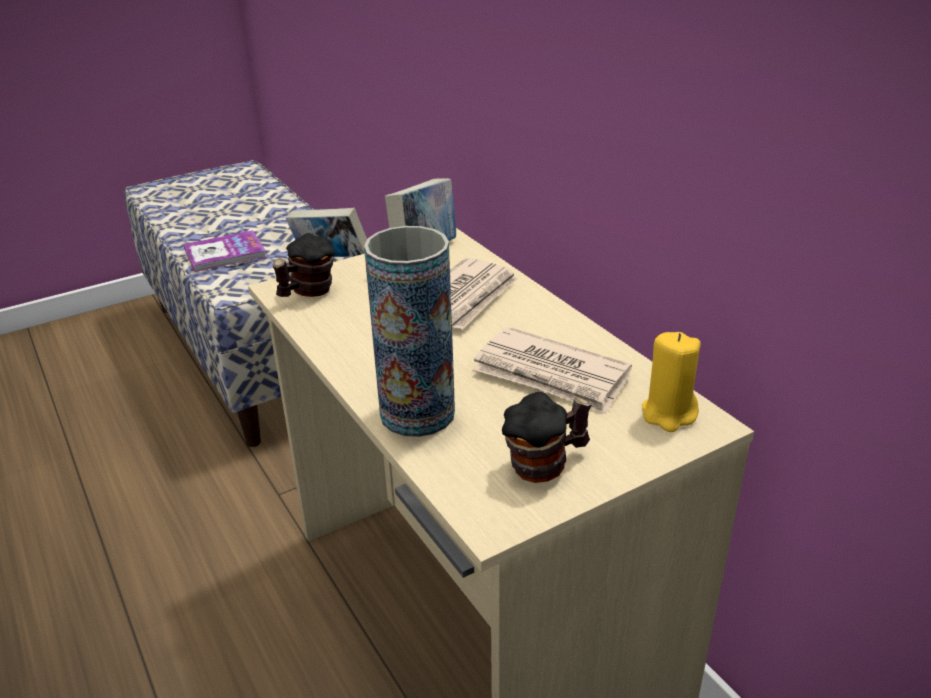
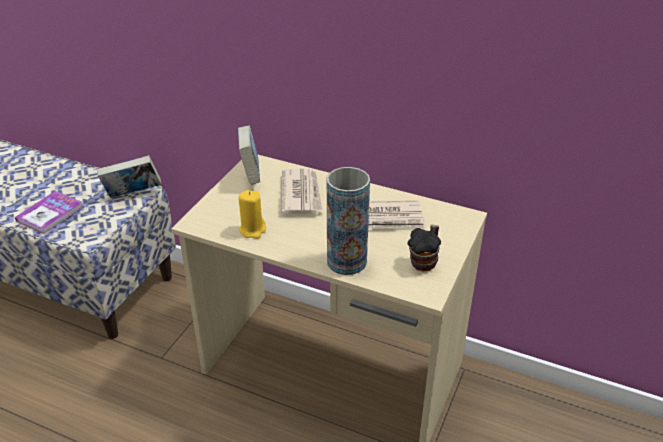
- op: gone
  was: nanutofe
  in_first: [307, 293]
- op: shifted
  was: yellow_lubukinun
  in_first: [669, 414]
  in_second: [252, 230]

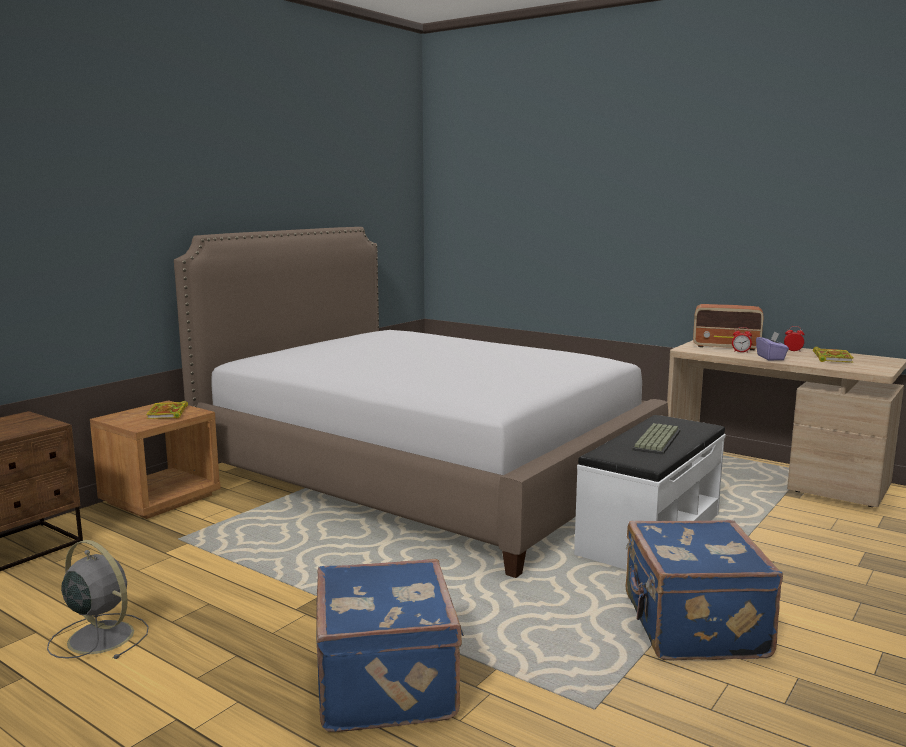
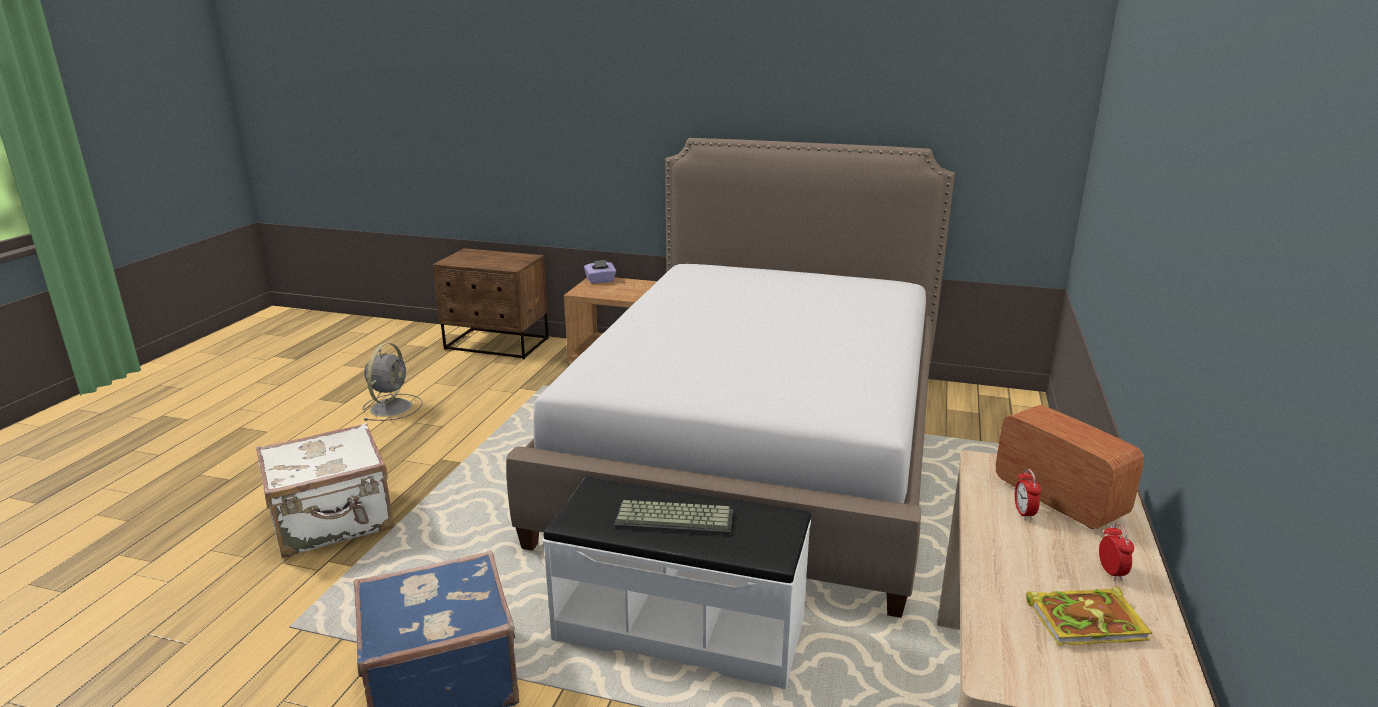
- op: gone
  was: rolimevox
  in_first: [167, 413]
- op: repainted
  was: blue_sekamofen
  now: white_sekamofen
  in_first: [389, 683]
  in_second: [333, 522]
- op: rotated
  was: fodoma
  in_first: [726, 347]
  in_second: [1057, 498]
  clockwise: 150
- op: shifted
  was: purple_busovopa
  in_first: [771, 358]
  in_second: [600, 281]

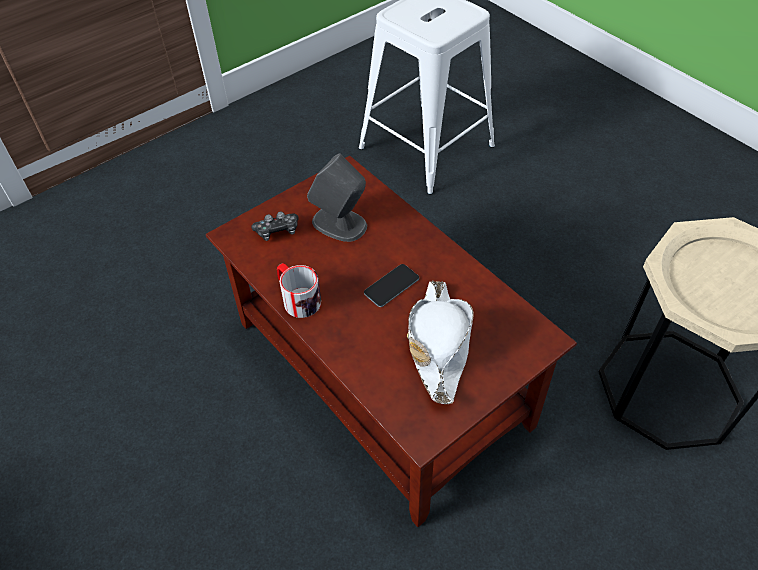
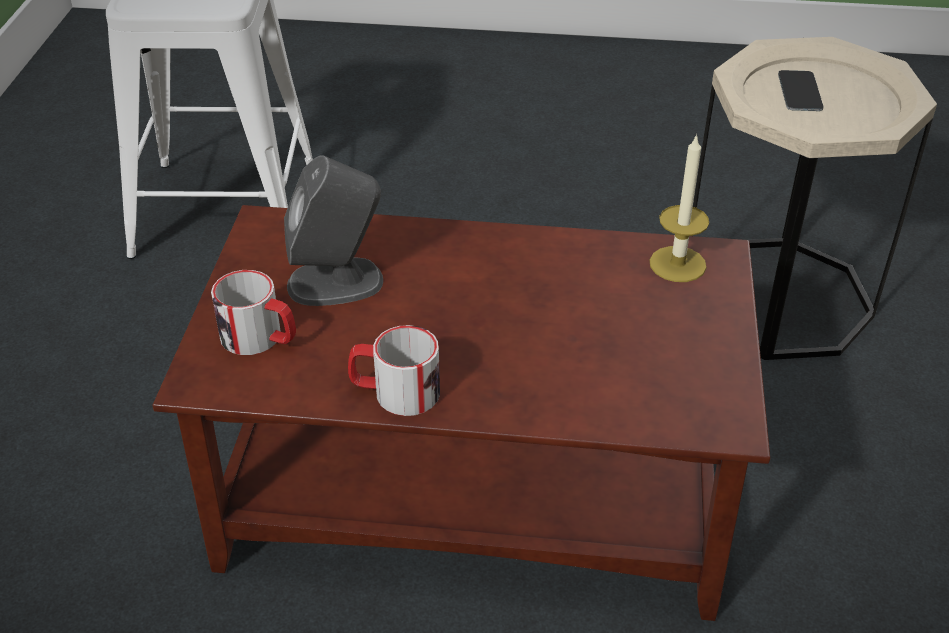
- op: swapped
  was: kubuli
  now: nanutofe
  in_first: [277, 231]
  in_second: [260, 338]
- op: shifted
  was: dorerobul
  in_first: [391, 286]
  in_second: [799, 91]
- op: gone
  was: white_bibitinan
  in_first: [438, 344]
- op: new
  now: lubukinun
  in_second: [677, 264]

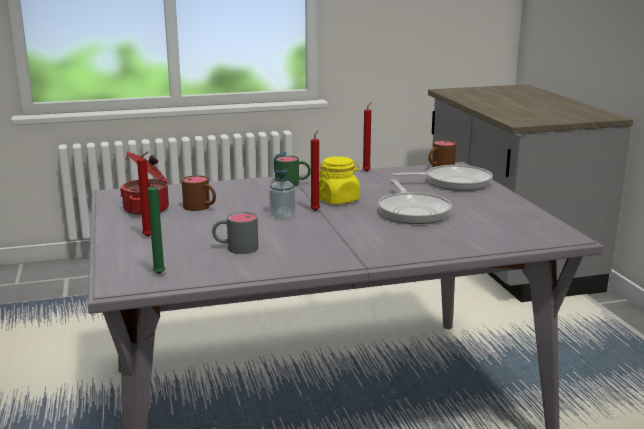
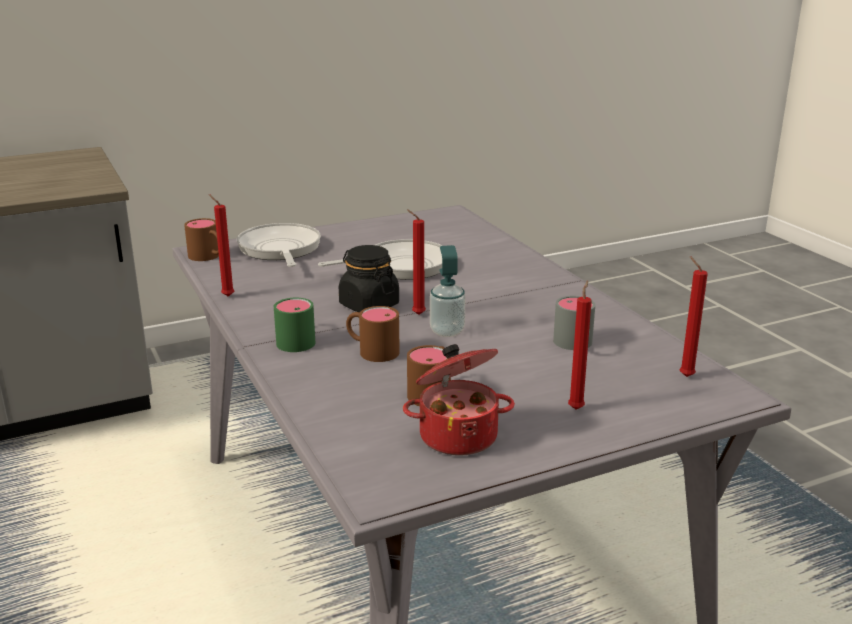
- op: repainted
  was: green_lubukinun
  now: red_lubukinun
  in_first: [161, 274]
  in_second: [684, 376]
- op: repainted
  was: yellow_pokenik
  now: black_pokenik
  in_first: [338, 200]
  in_second: [368, 305]
- op: new
  now: brown_nanutofe
  in_second: [371, 350]

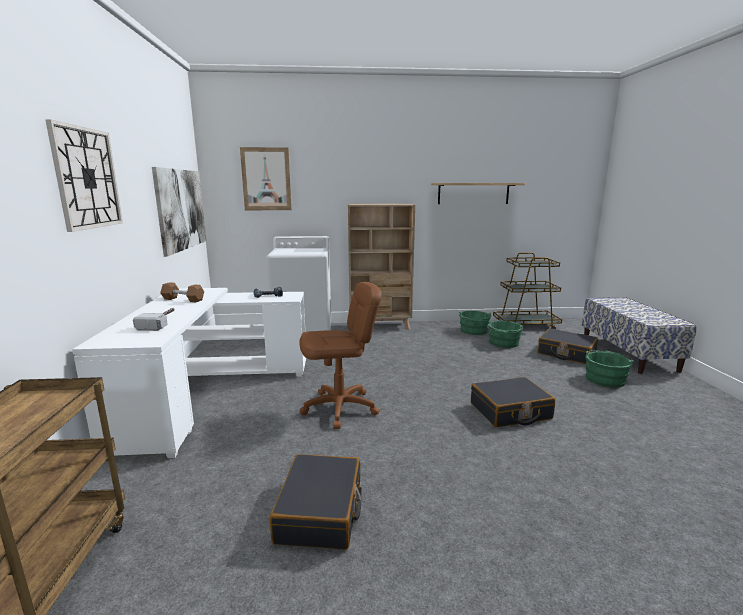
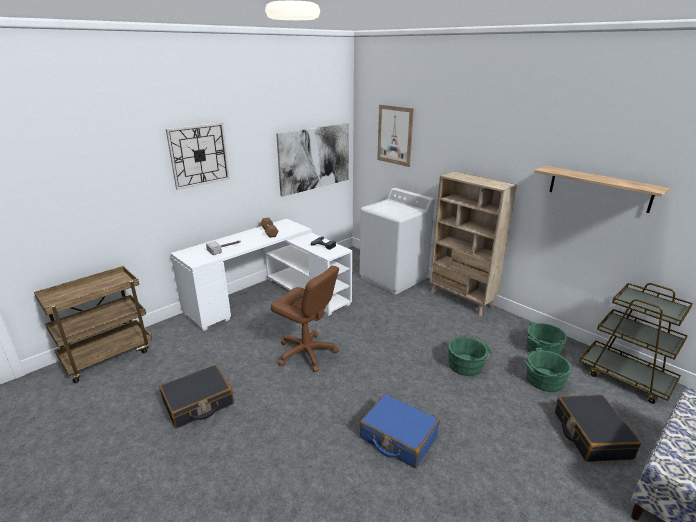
- op: repainted
  was: black_sekamofen
  now: blue_sekamofen
  in_first: [510, 411]
  in_second: [398, 437]
- op: shifted
  was: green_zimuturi
  in_first: [605, 379]
  in_second: [467, 365]

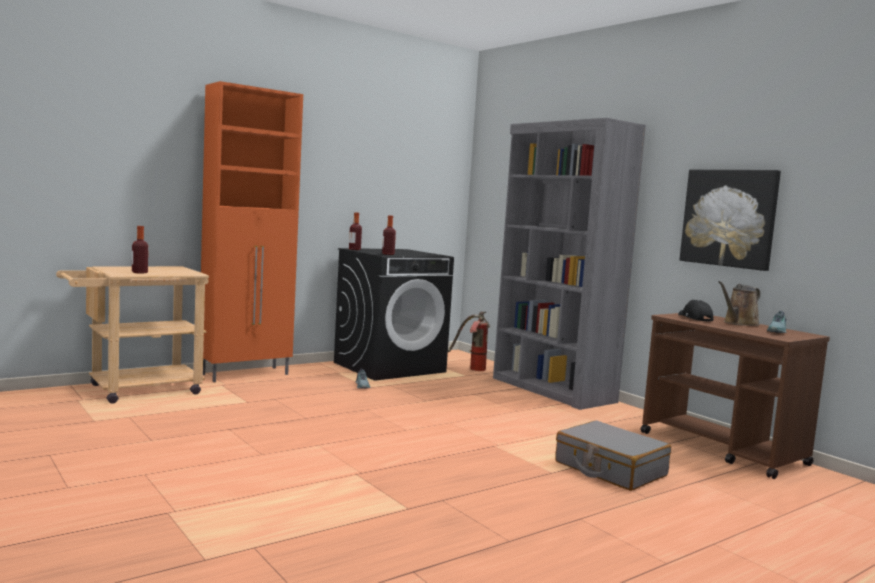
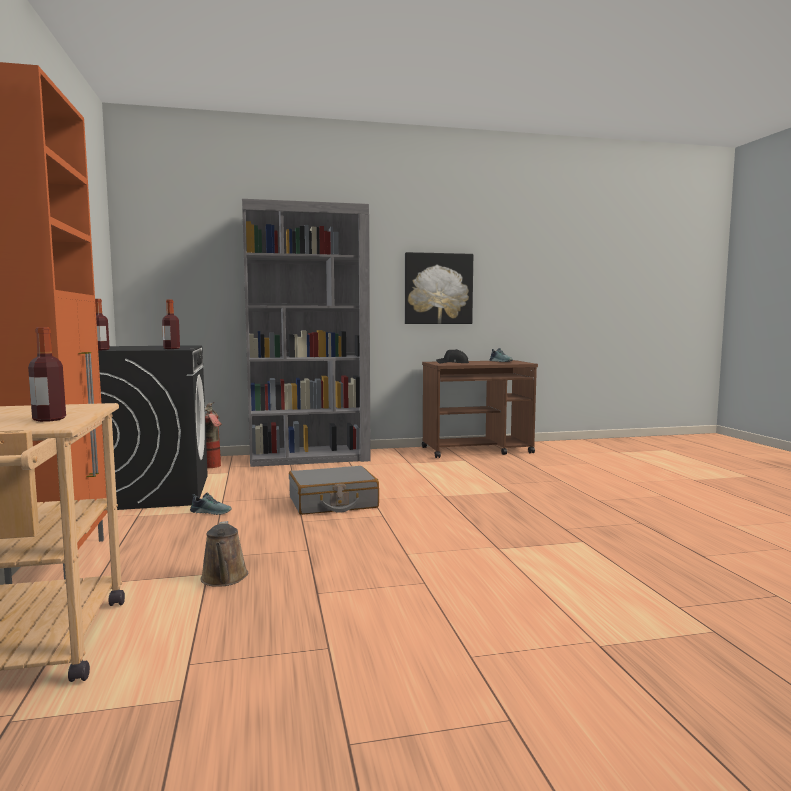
- op: shifted
  was: grey_sekamofen
  in_first: [610, 469]
  in_second: [333, 503]
- op: shifted
  was: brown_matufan
  in_first: [739, 323]
  in_second: [224, 579]

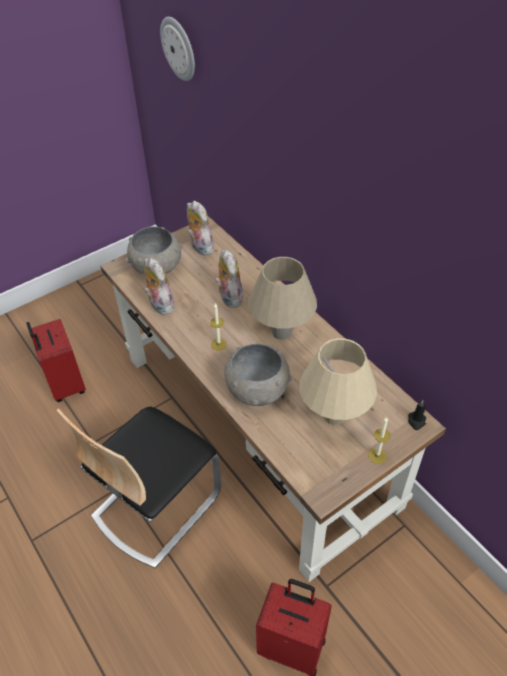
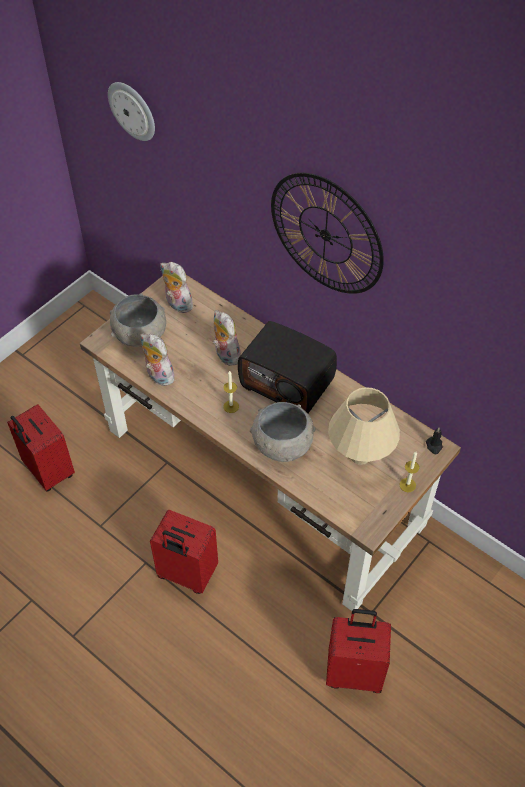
- op: swapped
  was: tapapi
  now: red_sekamofen
  in_first: [155, 505]
  in_second: [186, 574]
- op: swapped
  was: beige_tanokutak
  now: fodoma
  in_first: [281, 332]
  in_second: [288, 383]
- op: new
  now: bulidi
  in_second: [326, 234]

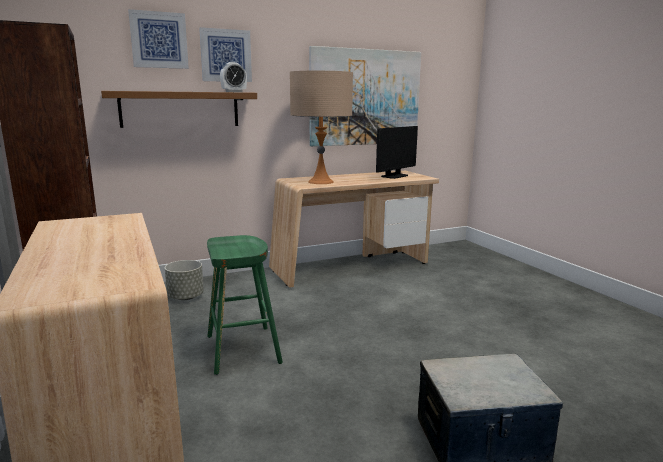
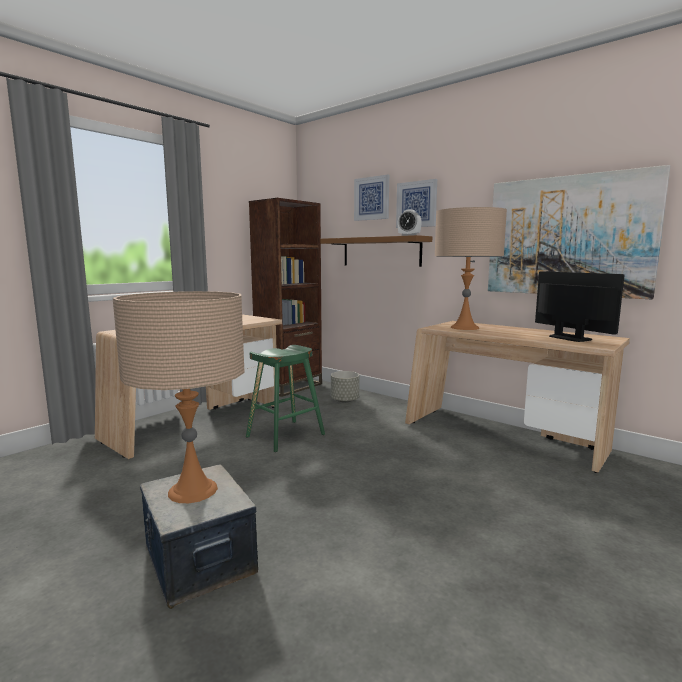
- op: rotated
  was: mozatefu
  in_first: [394, 176]
  in_second: [569, 338]
  clockwise: -135
- op: new
  now: beige_tanokutak
  in_second: [193, 490]

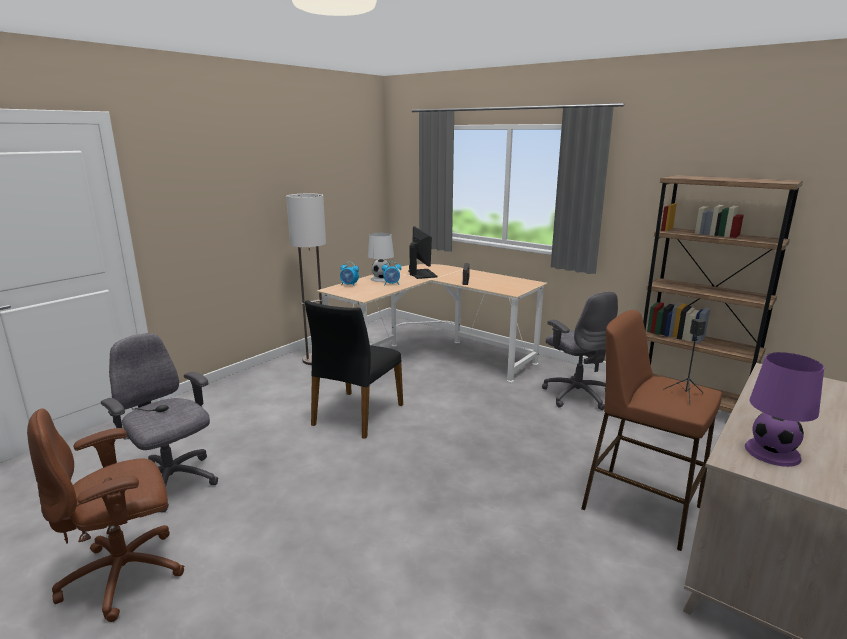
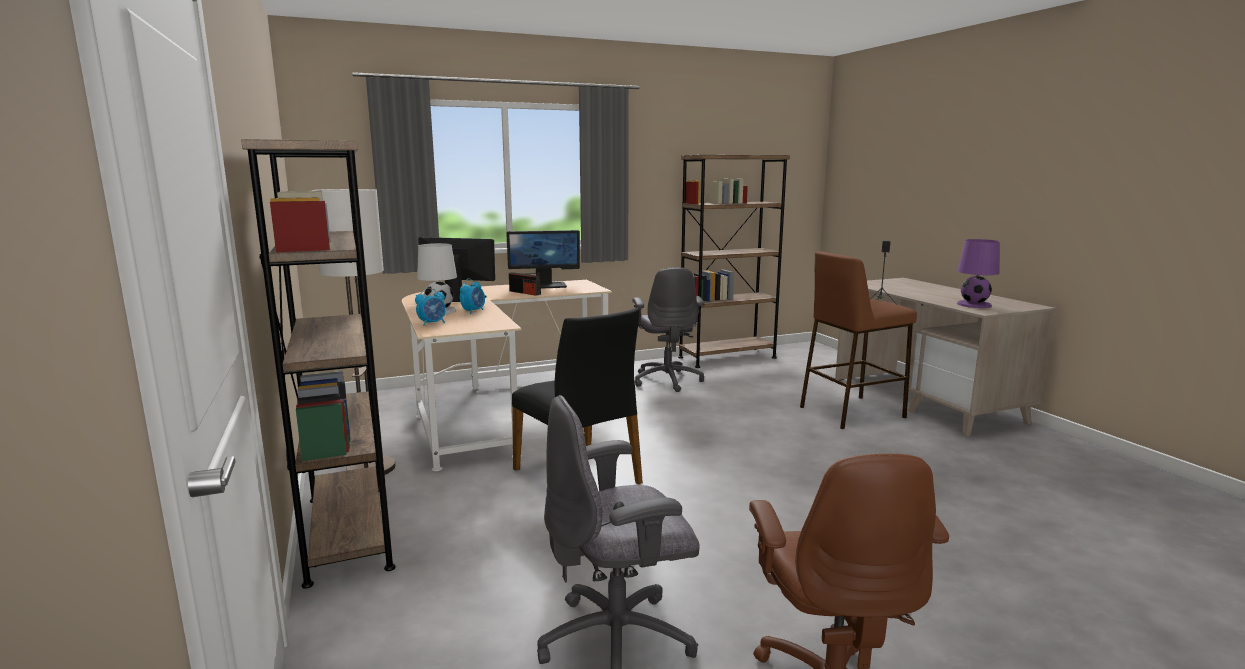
- op: rotated
  was: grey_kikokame
  in_first: [576, 395]
  in_second: [667, 380]
  clockwise: 75
- op: new
  now: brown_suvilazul
  in_second: [348, 531]
- op: new
  now: mozatefu
  in_second: [545, 285]

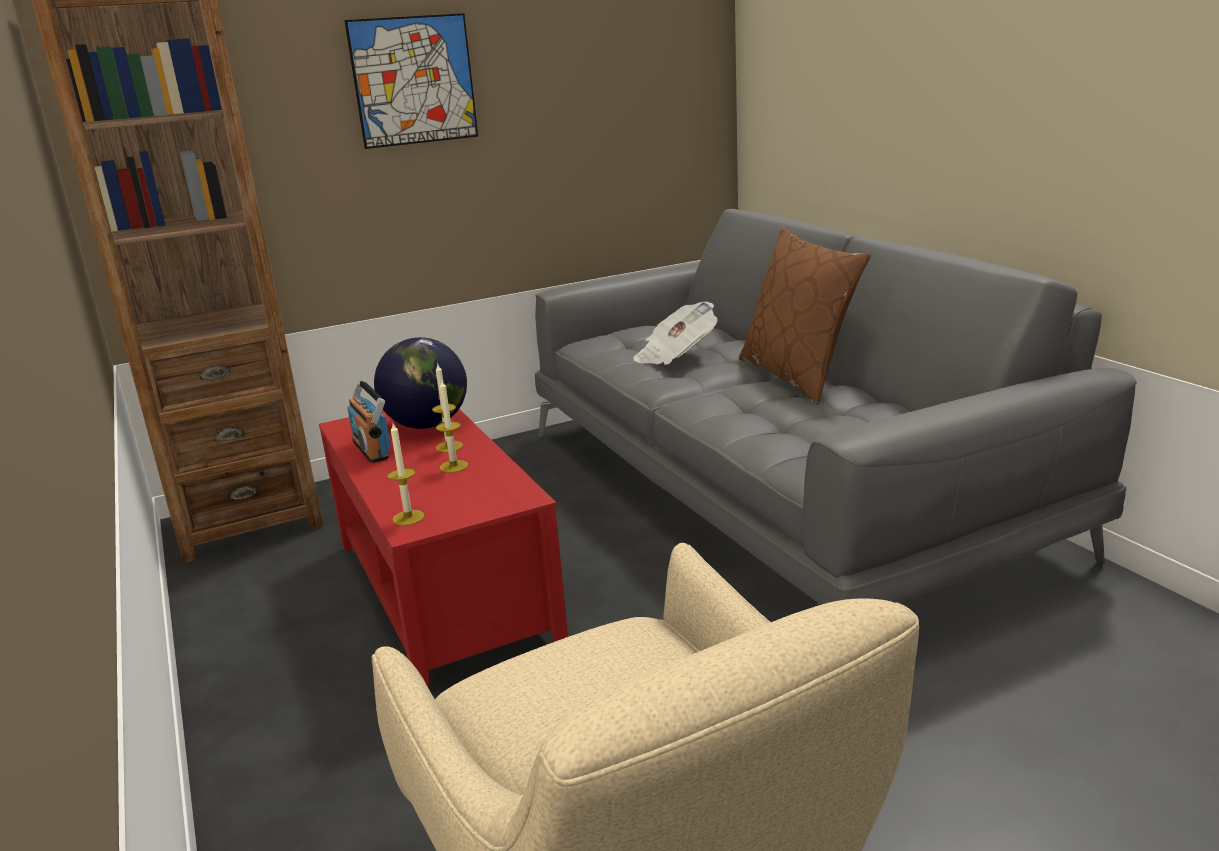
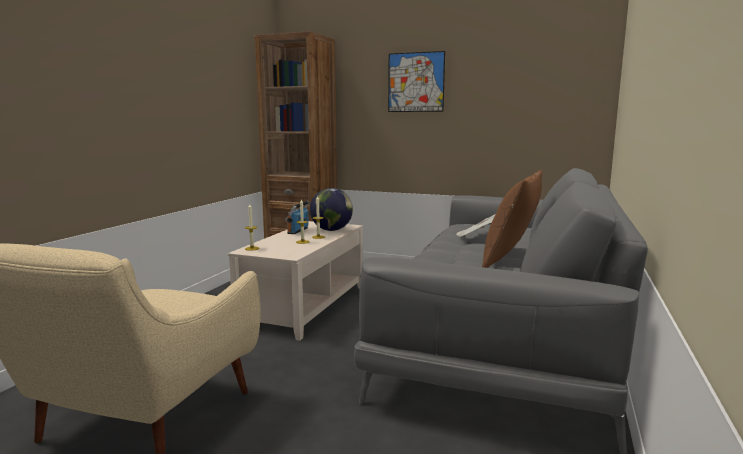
- op: repainted
  was: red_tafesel
  now: beige_tafesel
  in_first: [444, 592]
  in_second: [305, 306]

